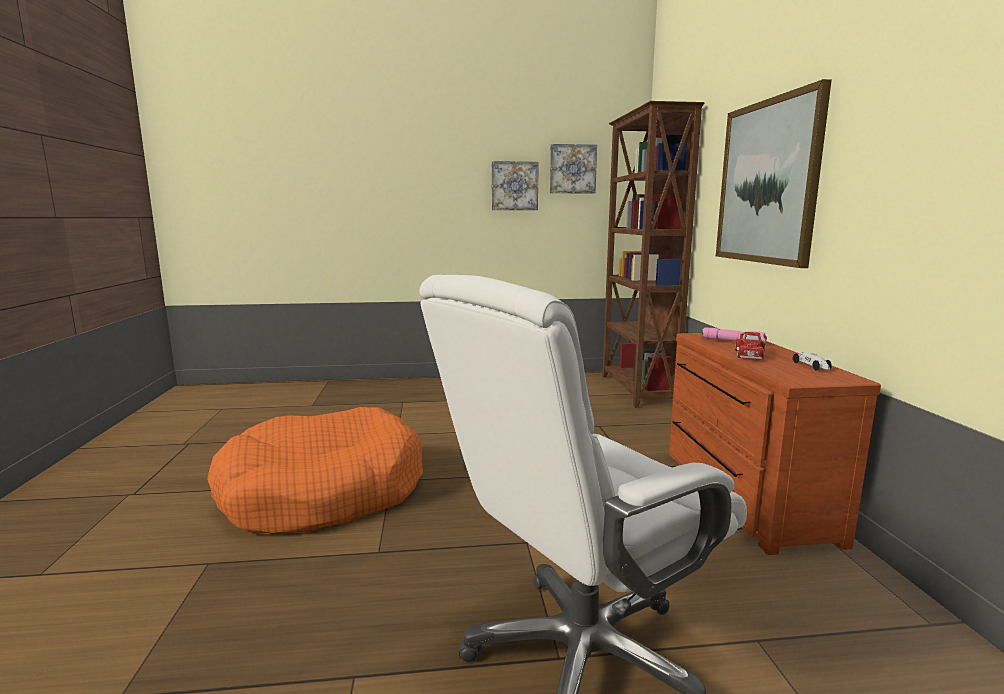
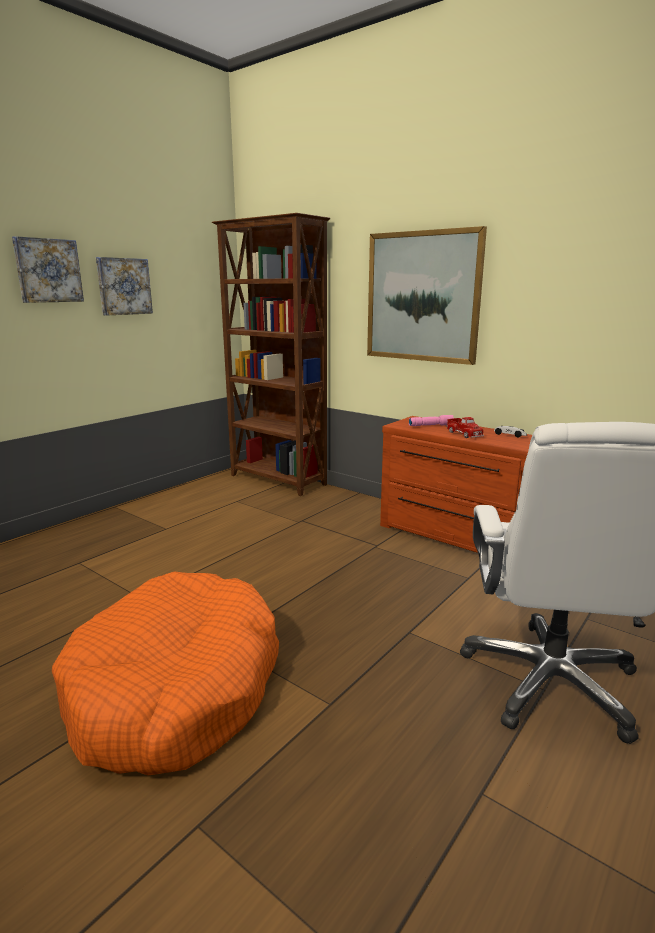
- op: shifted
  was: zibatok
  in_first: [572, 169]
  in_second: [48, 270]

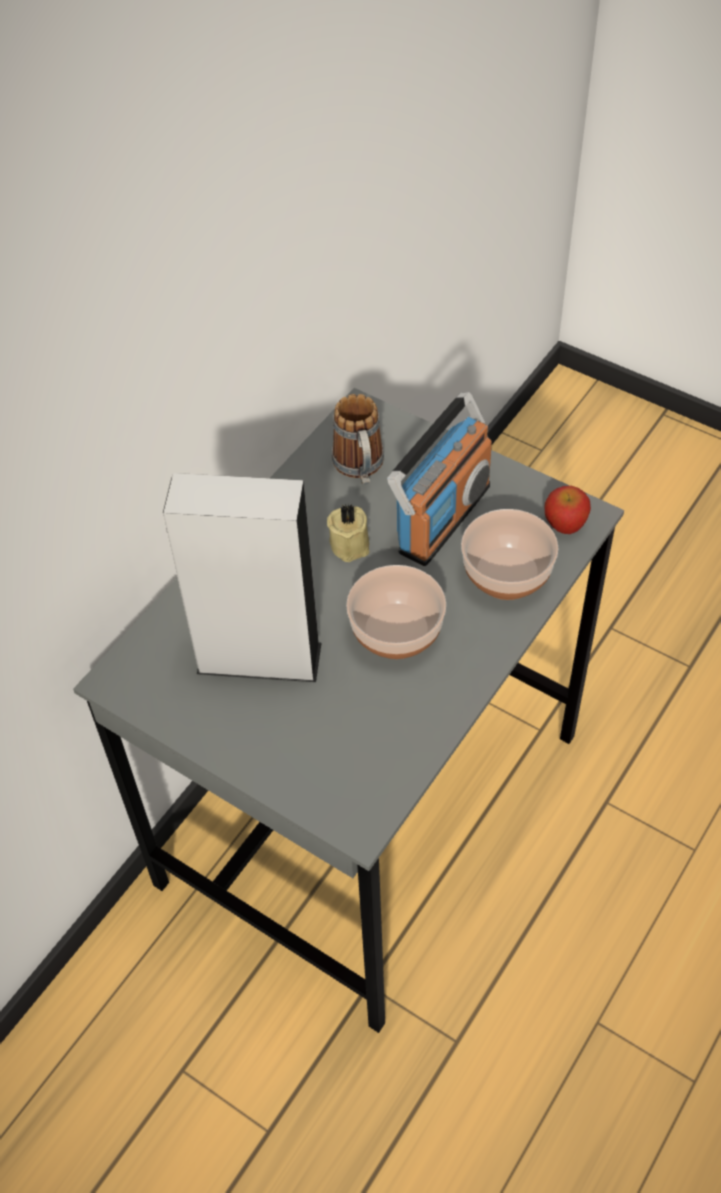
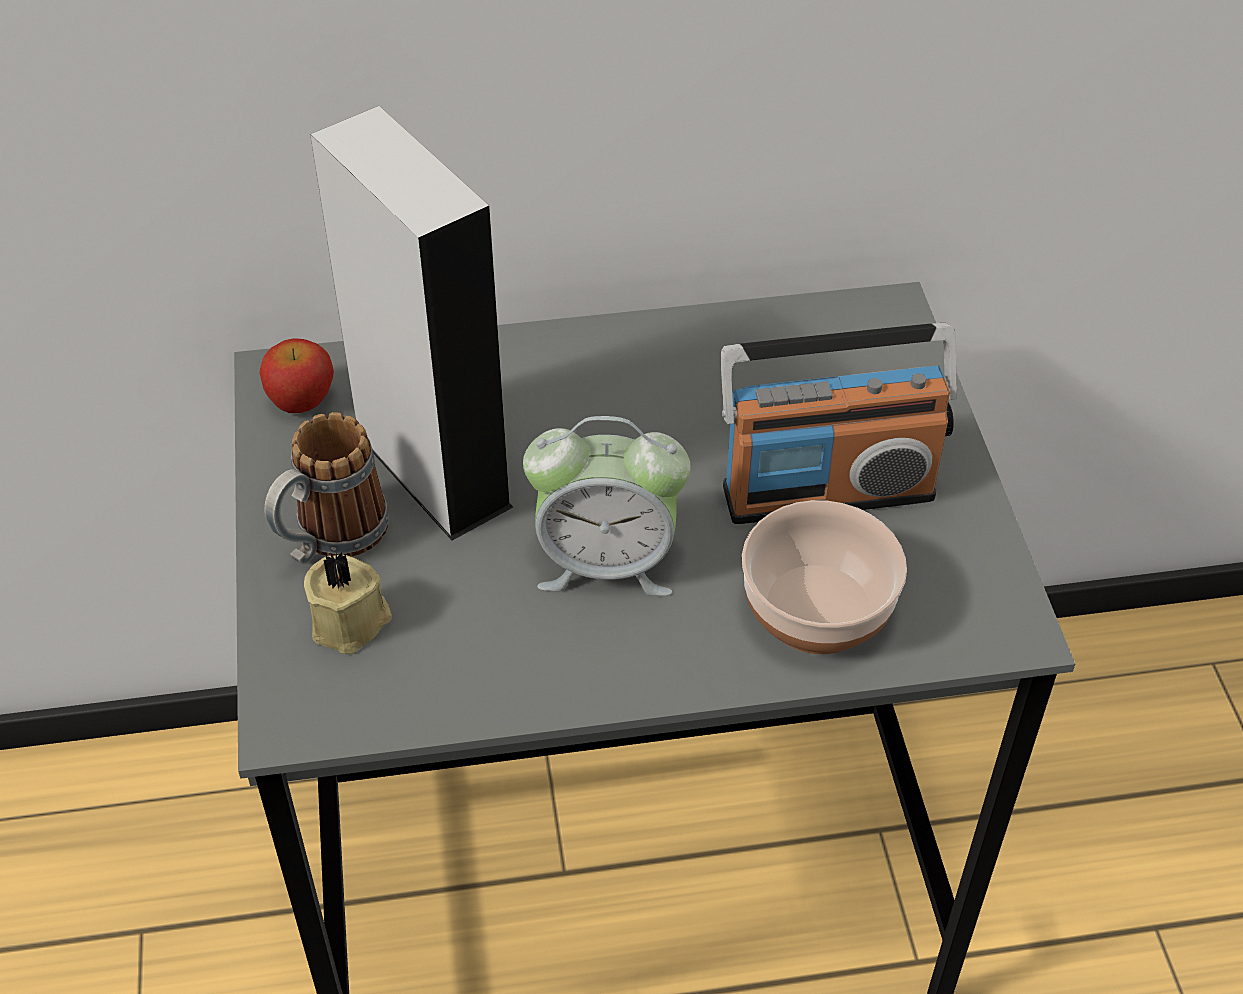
- op: shifted
  was: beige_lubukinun
  in_first: [351, 543]
  in_second: [352, 623]
- op: shifted
  was: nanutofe
  in_first: [360, 469]
  in_second: [330, 540]
- op: swapped
  was: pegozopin
  now: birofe
  in_first: [396, 631]
  in_second: [606, 563]
- op: shifted
  was: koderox
  in_first: [565, 524]
  in_second: [302, 400]

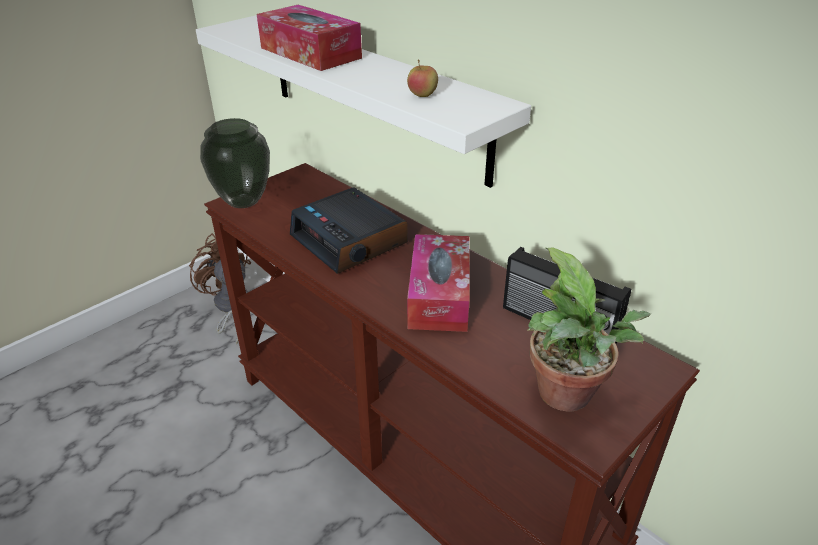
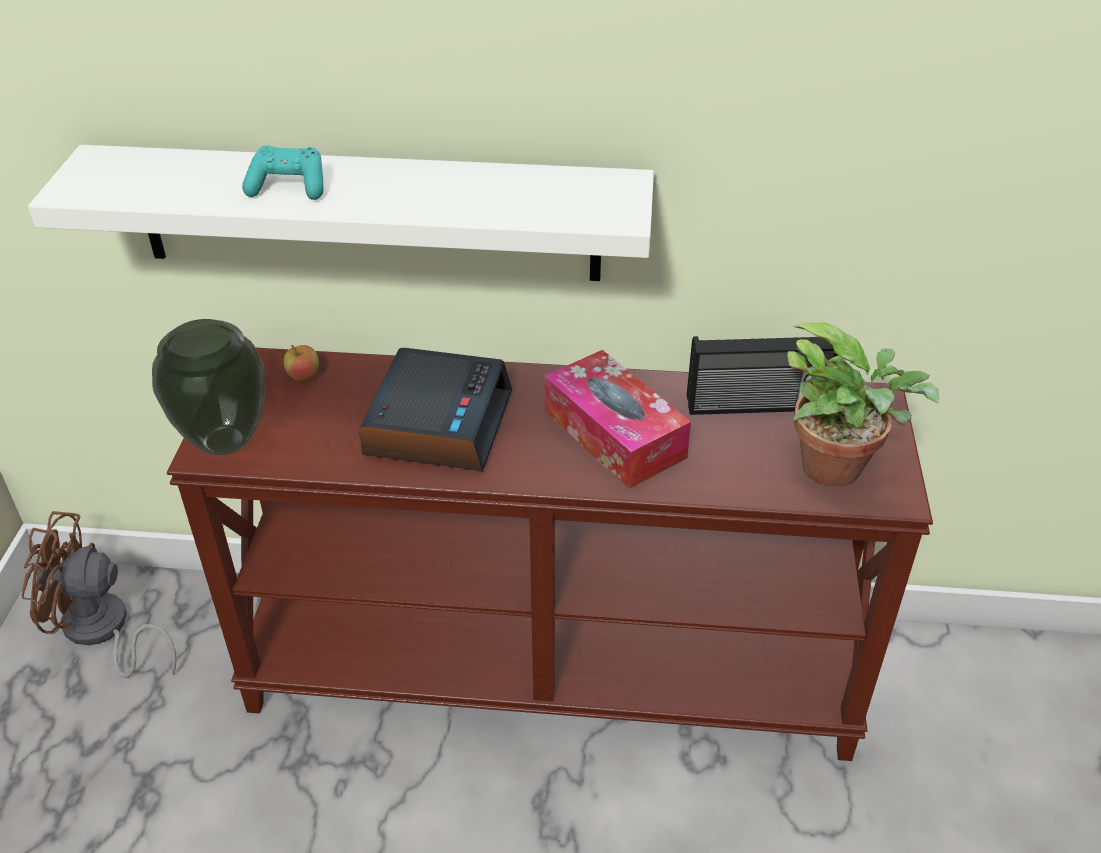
- op: swapped
  was: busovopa
  now: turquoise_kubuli
  in_first: [310, 53]
  in_second: [289, 187]
- op: rotated
  was: birofe
  in_first: [350, 240]
  in_second: [438, 422]
  clockwise: -90
- op: shifted
  was: koderox
  in_first: [422, 95]
  in_second: [304, 376]

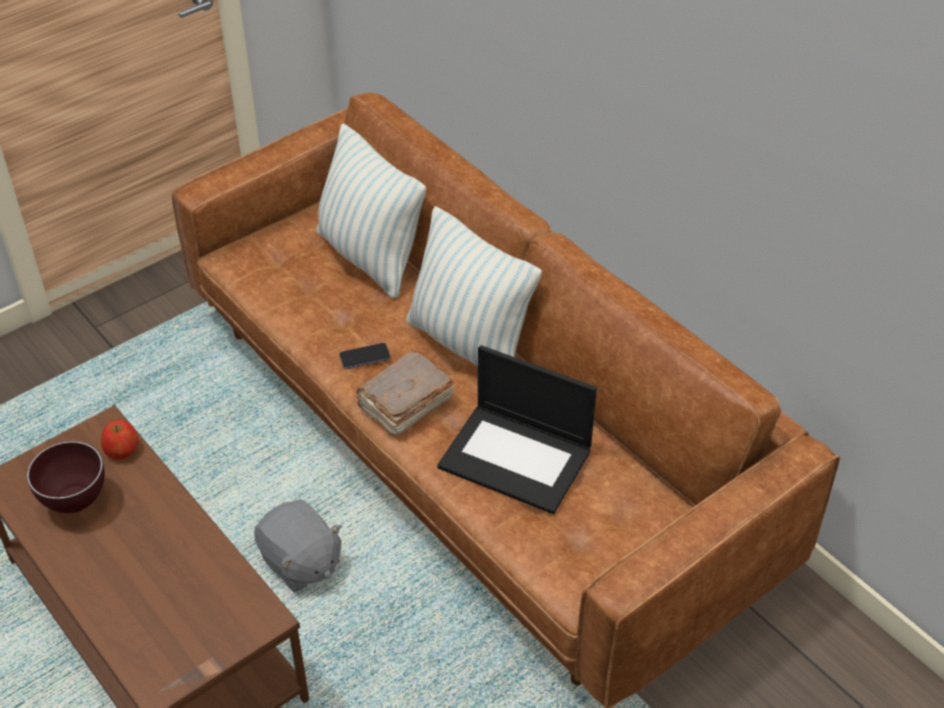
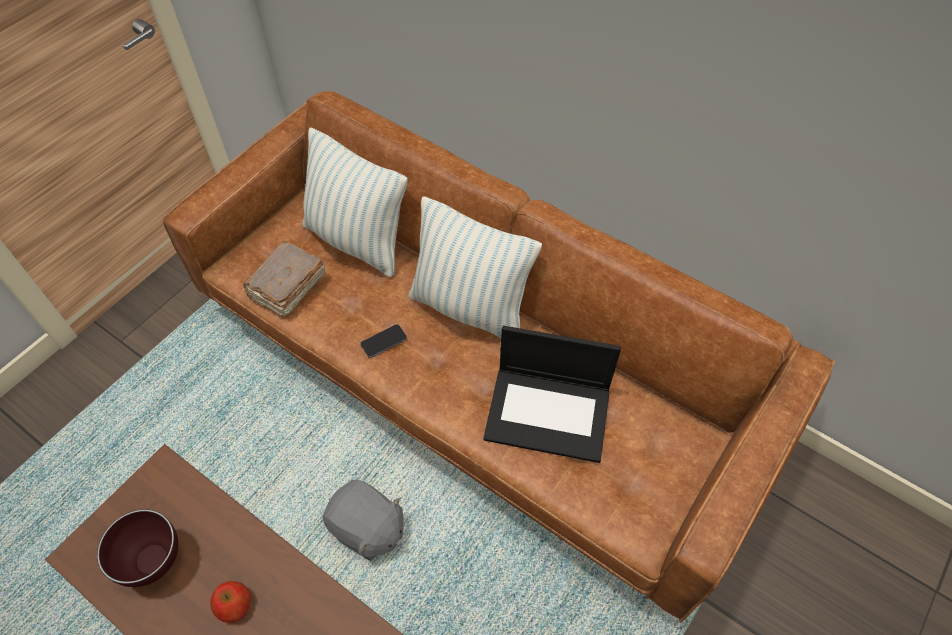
- op: shifted
  was: koderox
  in_first: [122, 450]
  in_second: [234, 605]
- op: shifted
  was: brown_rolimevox
  in_first: [404, 404]
  in_second: [287, 287]

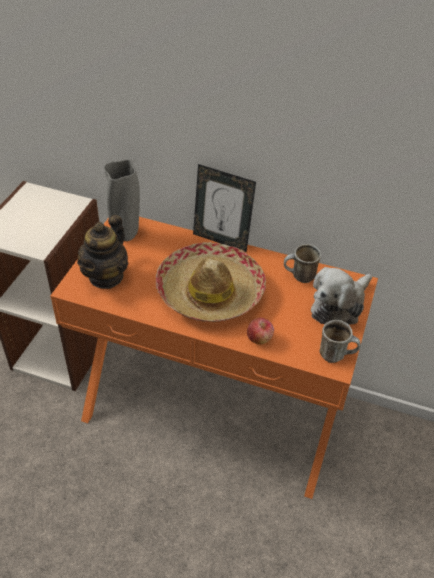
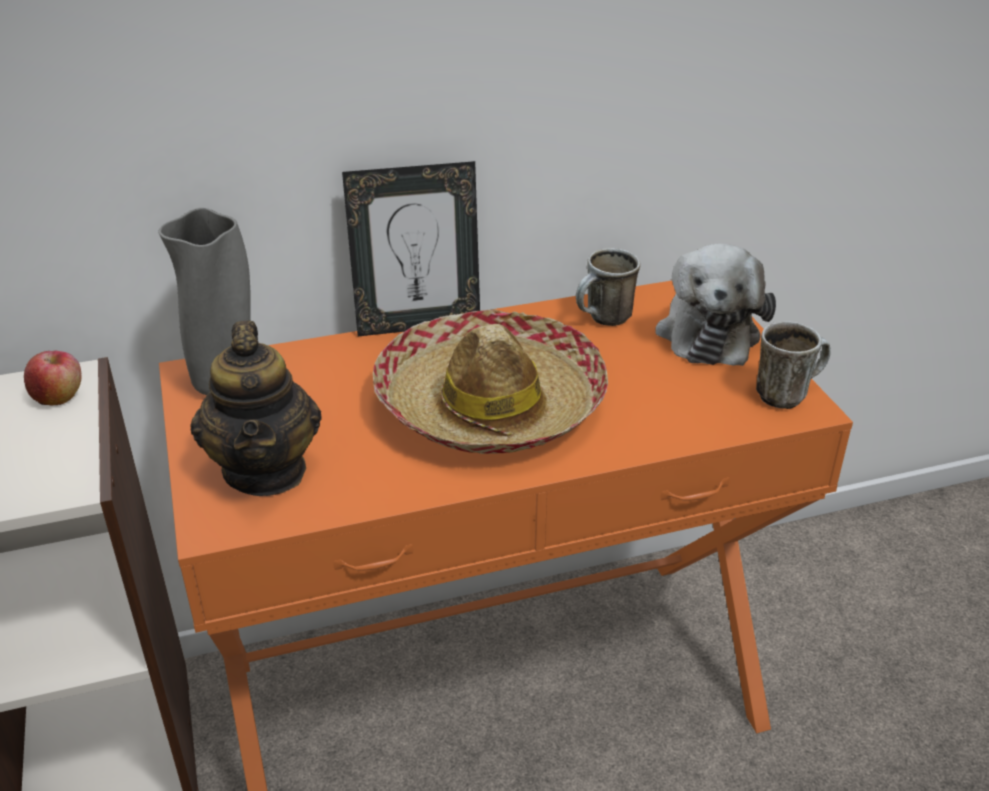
- op: shifted
  was: koderox
  in_first: [259, 338]
  in_second: [58, 396]

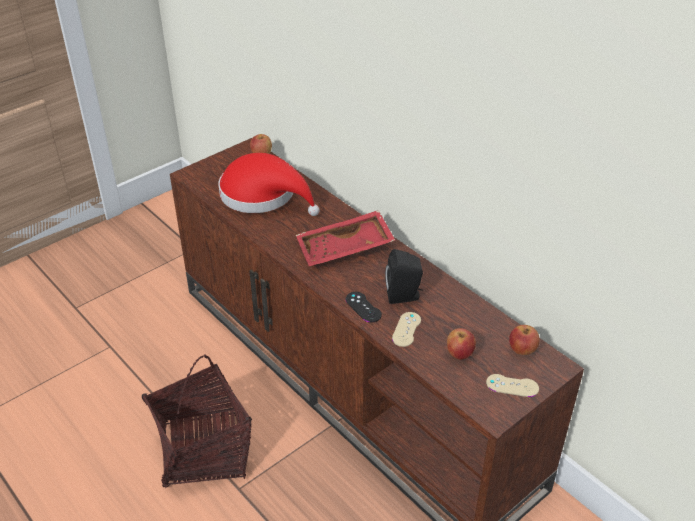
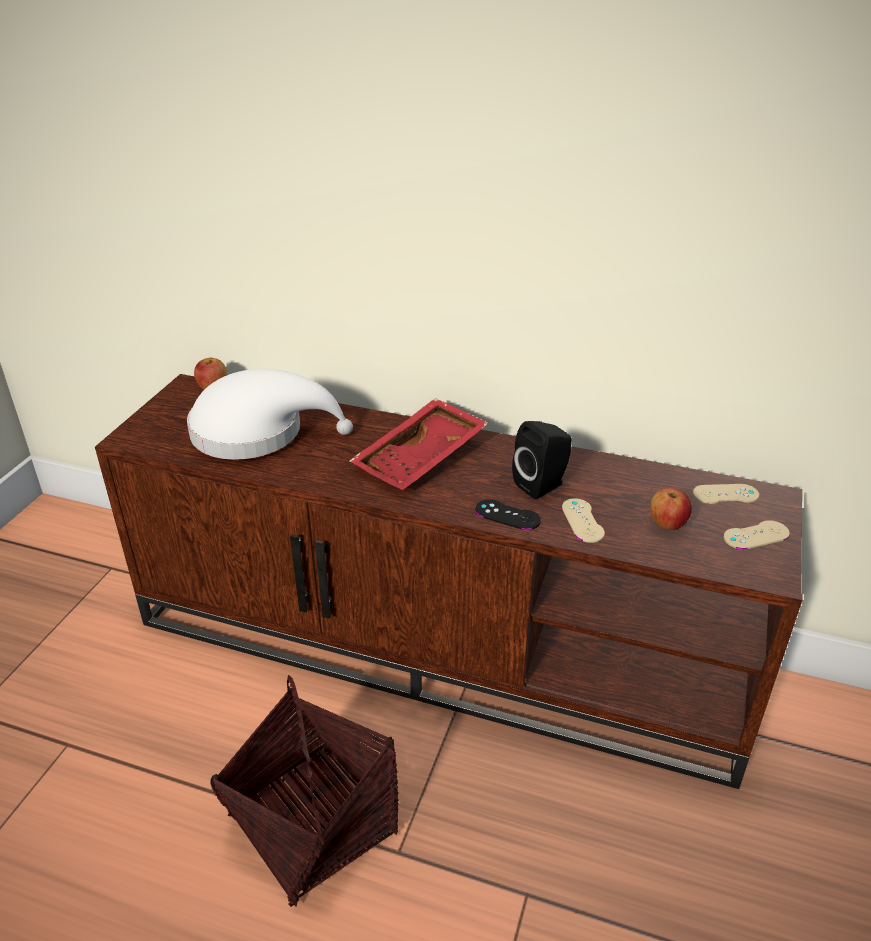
- op: repainted
  was: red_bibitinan
  now: white_bibitinan
  in_first: [263, 195]
  in_second: [257, 432]
- op: swapped
  was: koderox
  now: beige_kubuli
  in_first: [522, 350]
  in_second: [725, 494]

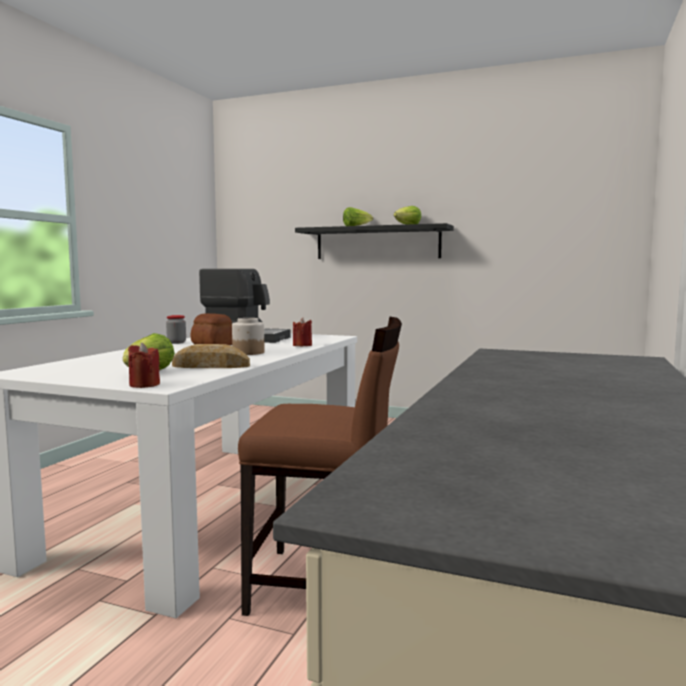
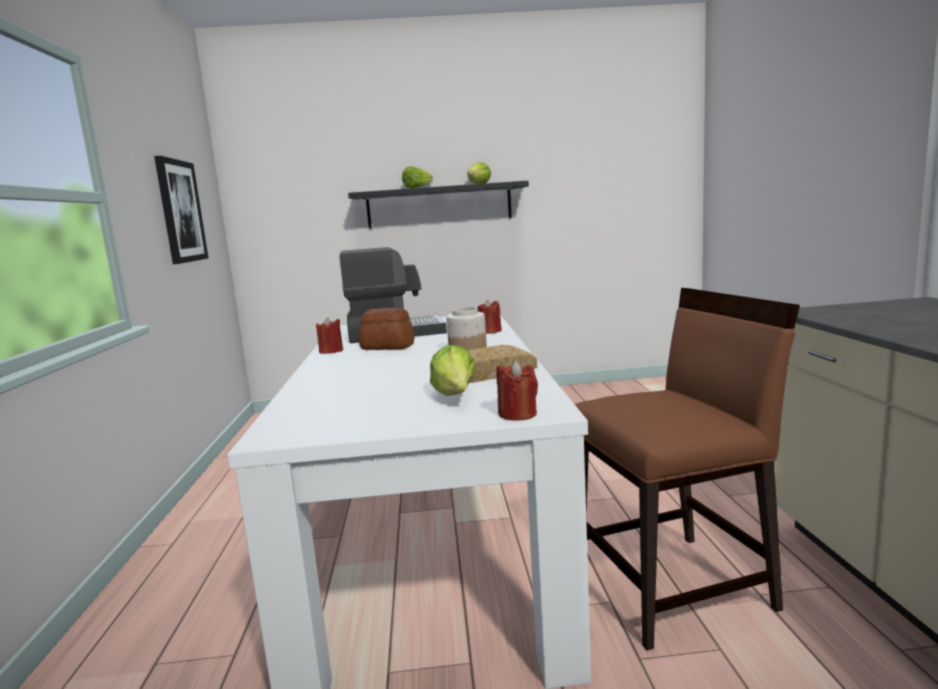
- op: swapped
  was: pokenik
  now: red_lubukinun
  in_first: [176, 342]
  in_second: [331, 351]
- op: new
  now: zibatok
  in_second: [180, 211]

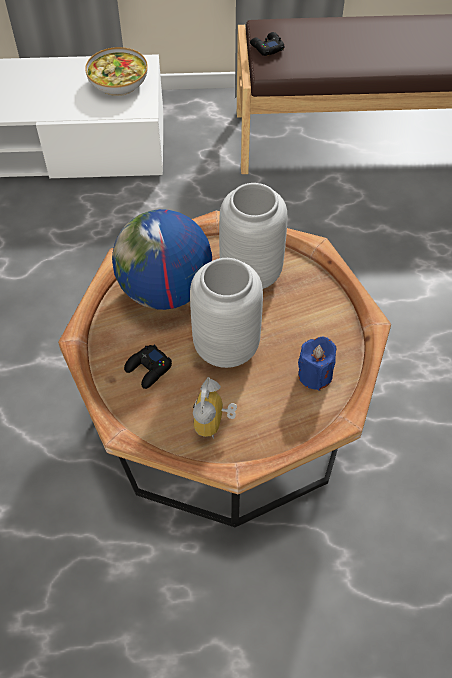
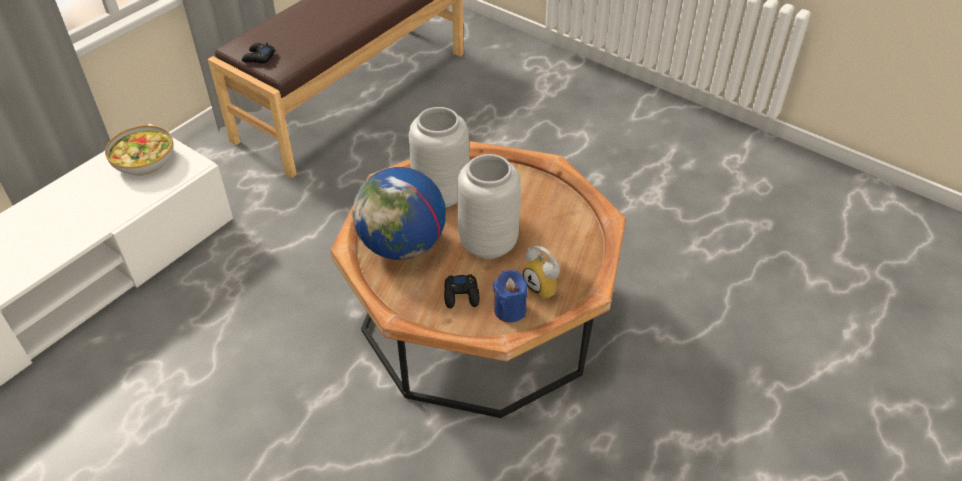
- op: shifted
  was: blue_lubukinun
  in_first: [315, 375]
  in_second: [510, 310]

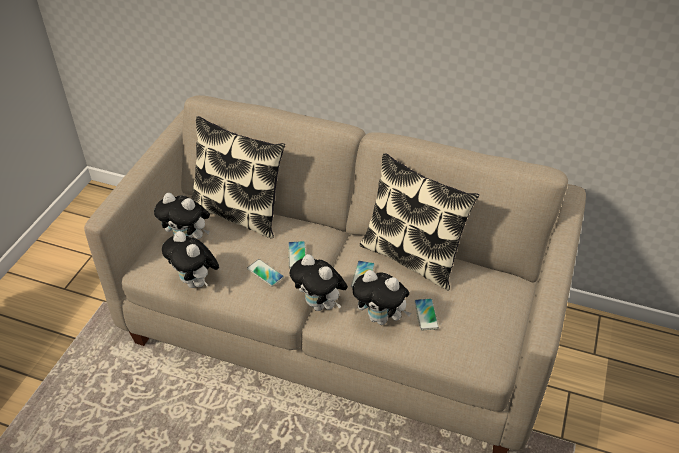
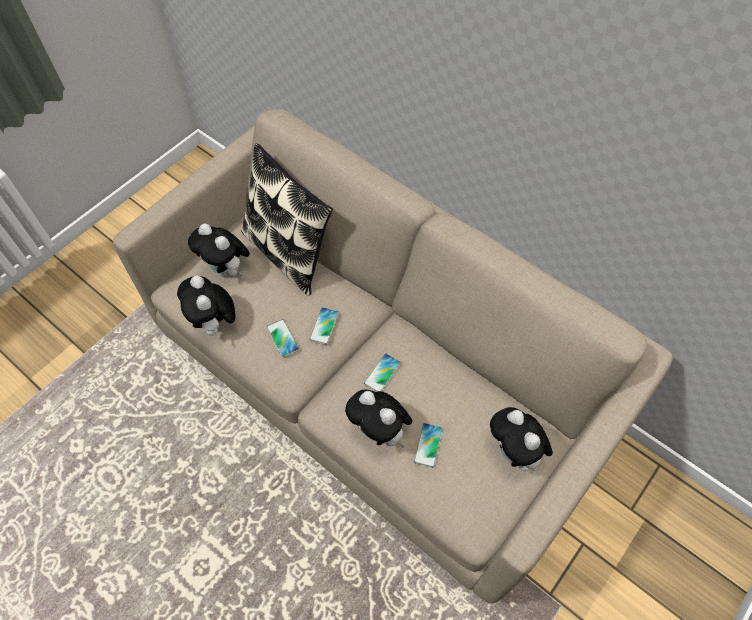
- op: shifted
  was: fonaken
  in_first: [320, 305]
  in_second: [514, 453]
- op: gone
  was: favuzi
  in_first: [412, 257]

